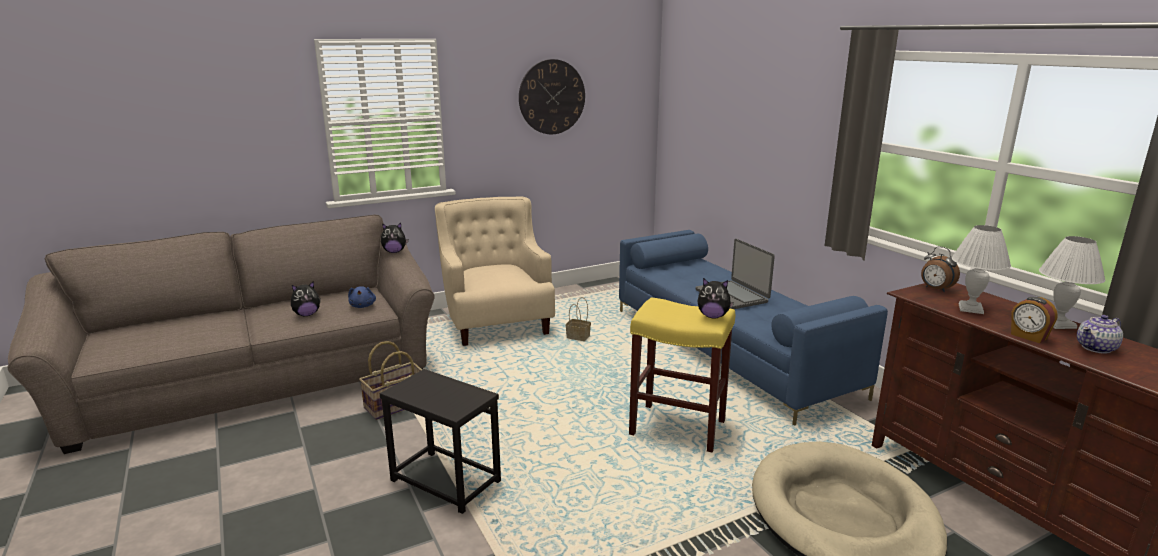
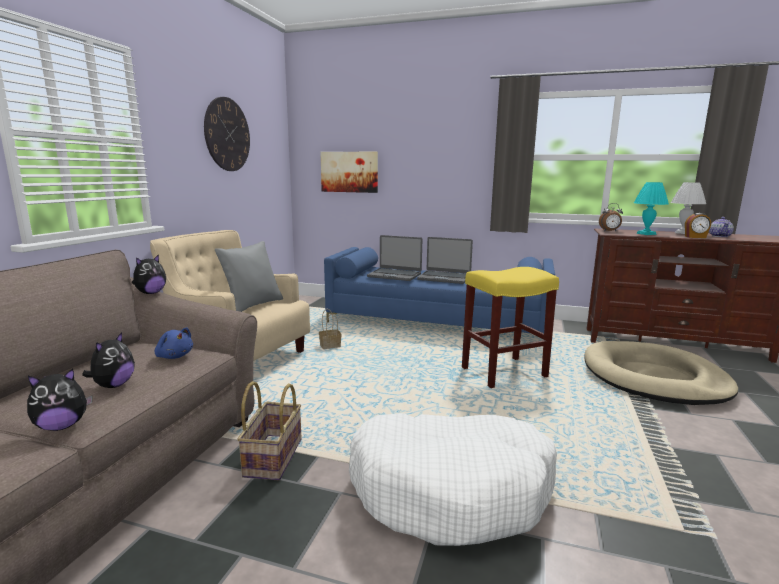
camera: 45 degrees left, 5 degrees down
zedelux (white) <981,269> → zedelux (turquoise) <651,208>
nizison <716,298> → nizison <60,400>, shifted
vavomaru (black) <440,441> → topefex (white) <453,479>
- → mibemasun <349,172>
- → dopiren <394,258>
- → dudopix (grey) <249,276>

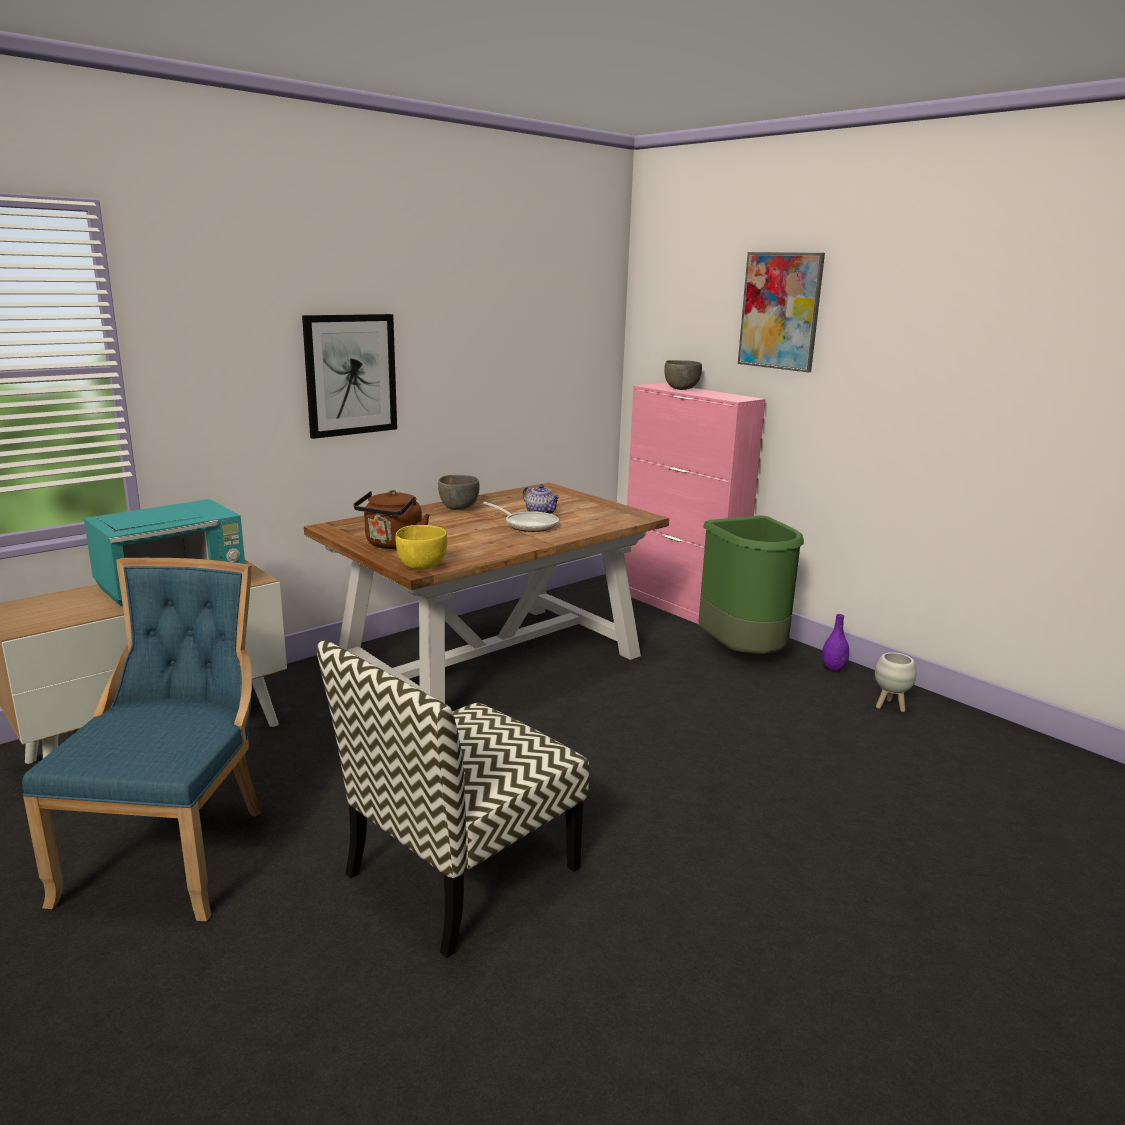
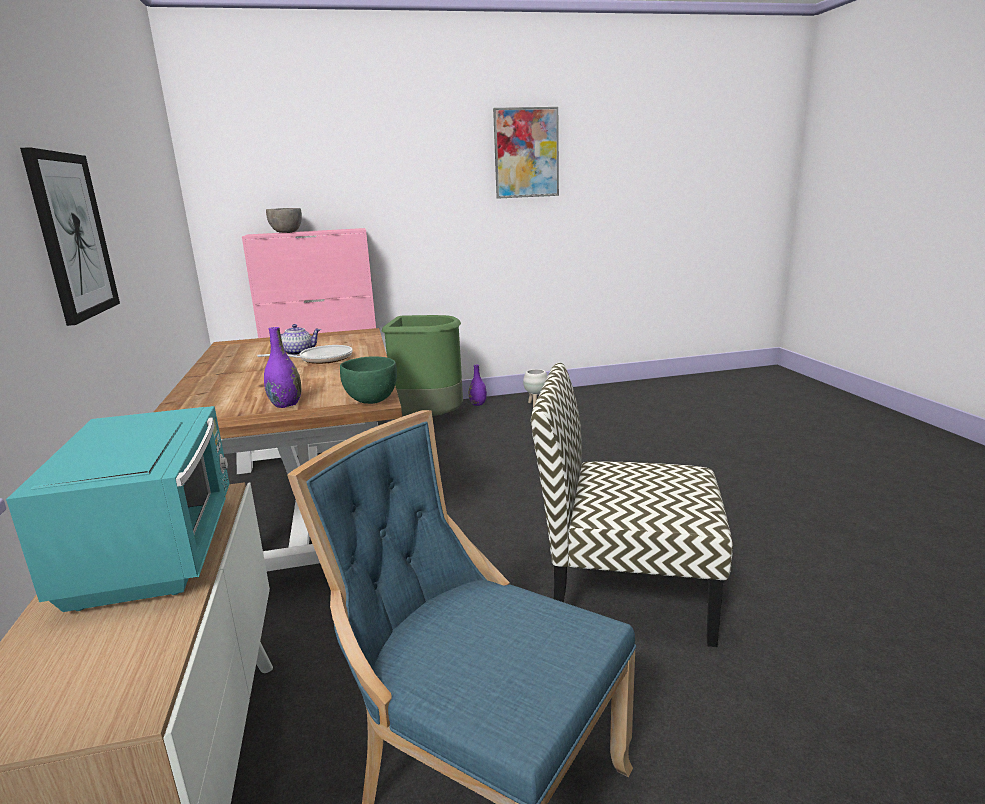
camera: 60 degrees left, 0 degrees up
mibemasun <781,312> → mibemasun <526,153>, shifted
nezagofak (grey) <459,492> → -
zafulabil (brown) <391,519> → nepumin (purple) <282,367>
nezagofak (yellow) <421,547> → nezagofak (green) <368,380>
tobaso <453,799> → tobaso <632,505>, 120 degrees clockwise

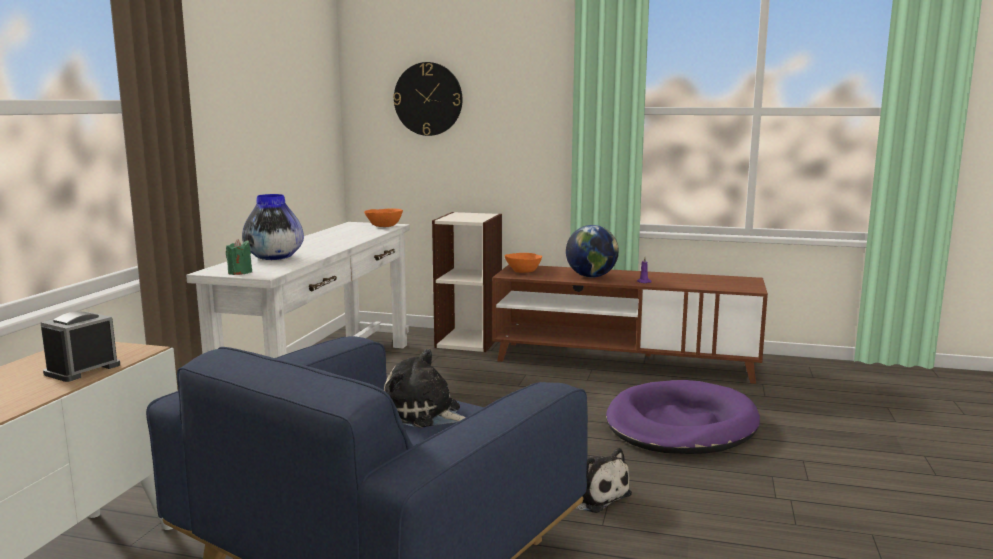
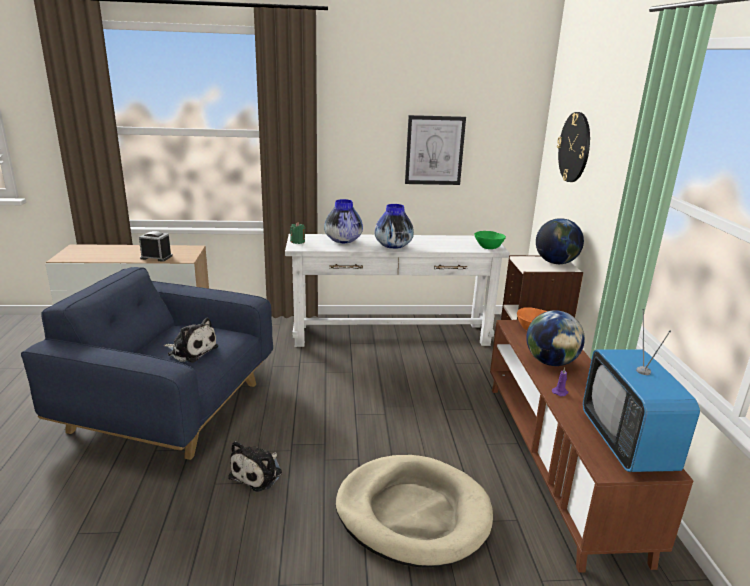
camera: 70 degrees right, 10 degrees up
nezagofak (orange) <383,217> → nezagofak (green) <490,240>
nizison <425,388> → nizison <191,340>, 105 degrees clockwise
topefex (purple) <683,417> → topefex (beige) <414,511>
- → mibemasun <435,150>
- → nepumin <394,226>
- → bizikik <560,241>
- → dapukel <641,390>

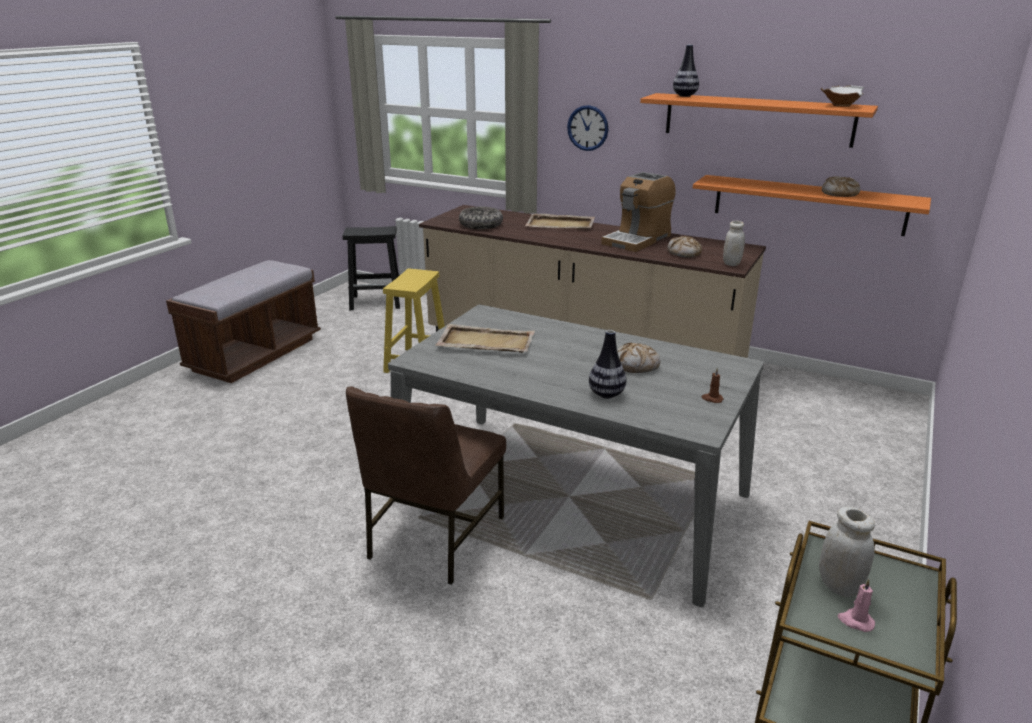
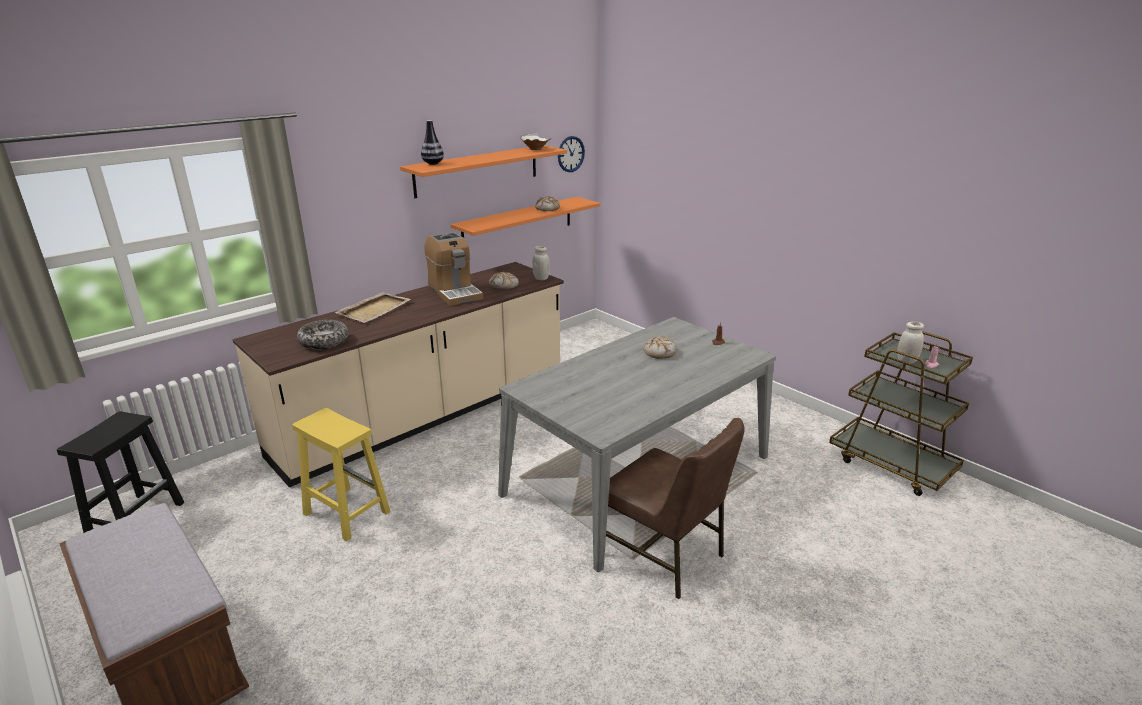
camera: 70 degrees left, 0 degrees up
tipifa <588,128> → tipifa <571,154>, shifted
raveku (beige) <485,338> → -
nepumin <608,364> → -

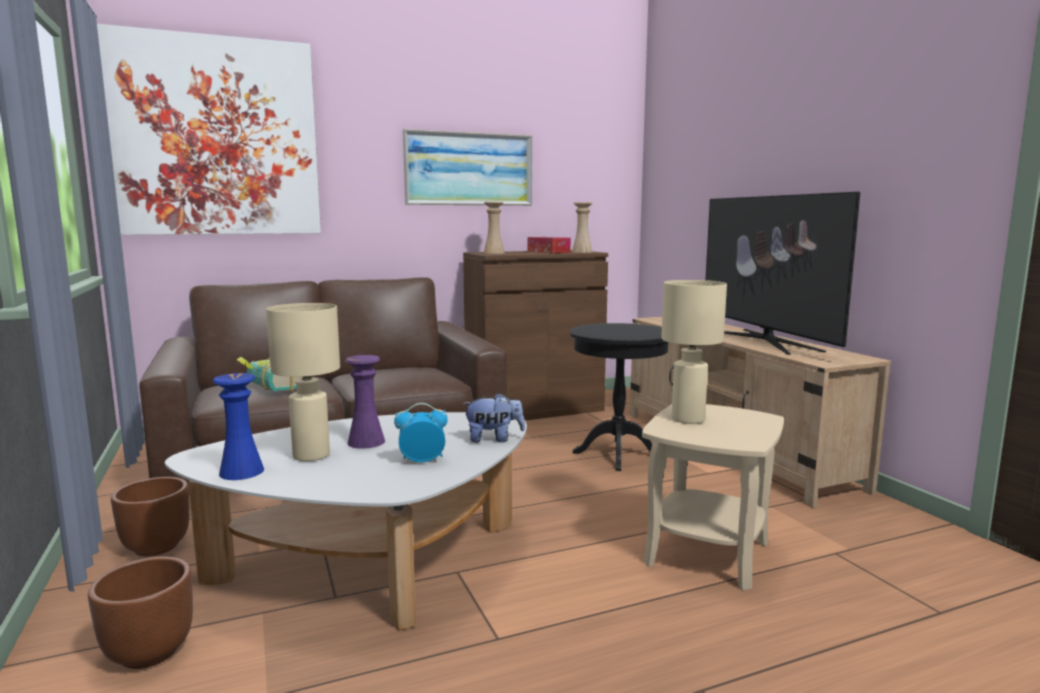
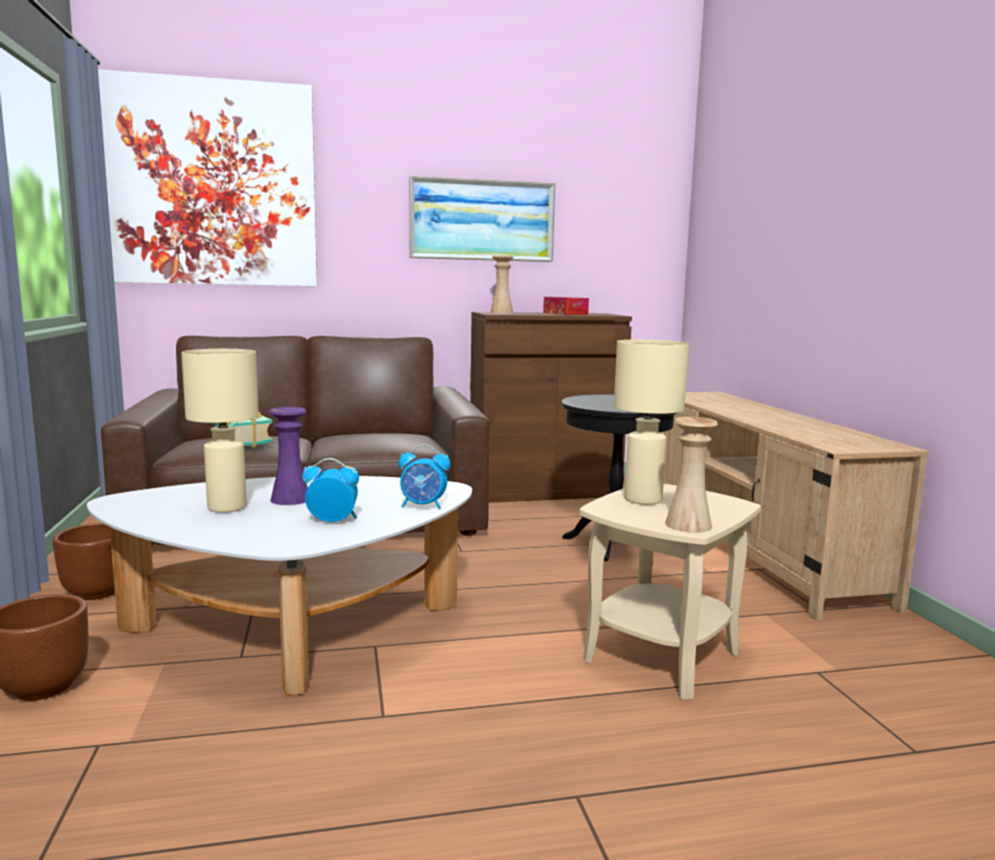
camera: 10 degrees right, 0 degrees up
dapukel <783,273> → -
nepumin (beige) <582,227> → nepumin (beige) <691,475>, shifted
nepumin (blue) <238,426> → -
nizison <493,418> → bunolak <424,476>

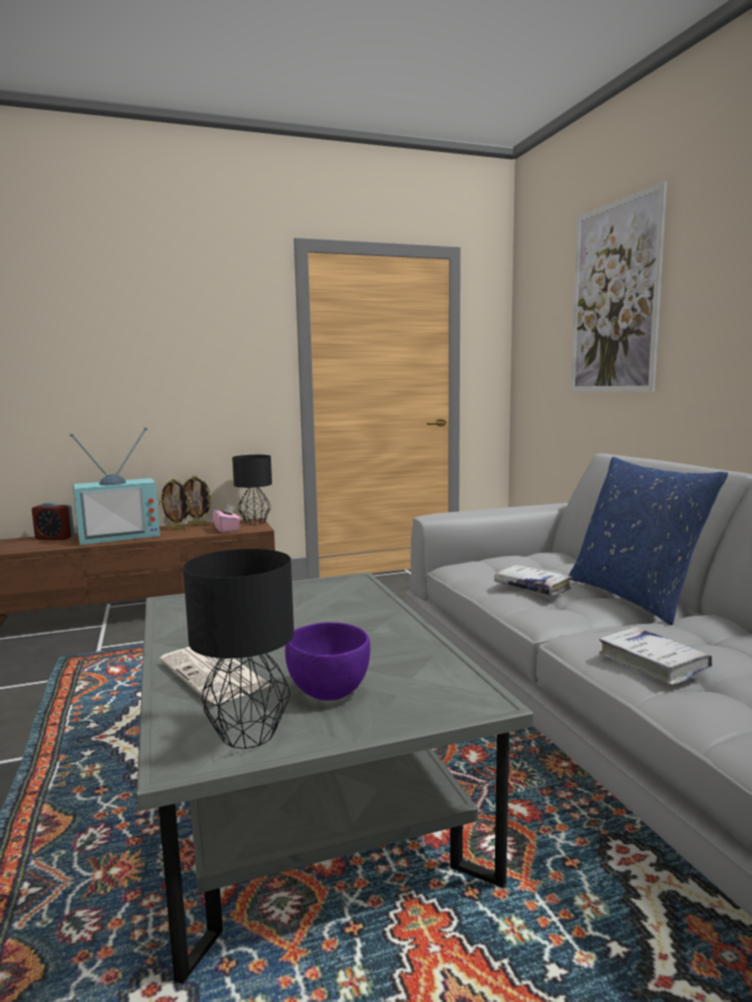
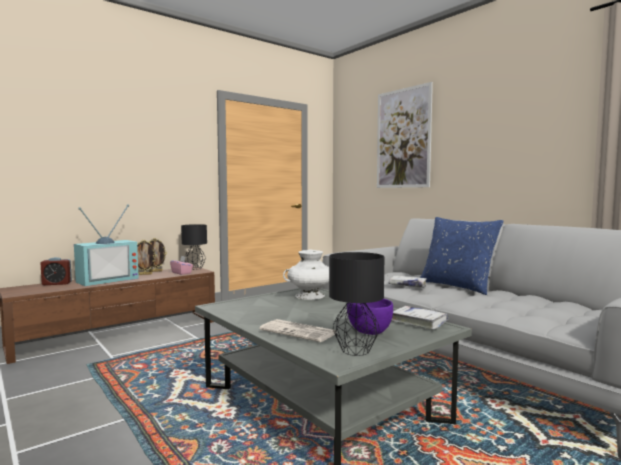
camera: 20 degrees left, 5 degrees down
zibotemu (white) <655,656> → zibotemu (white) <419,318>, shifted
- → nepumin (white) <306,275>

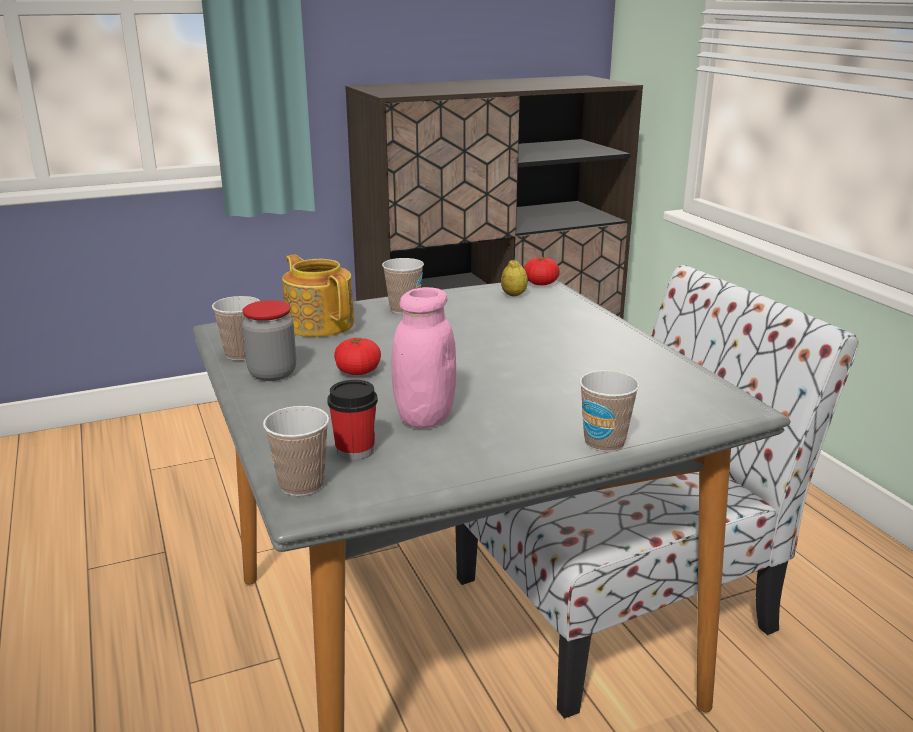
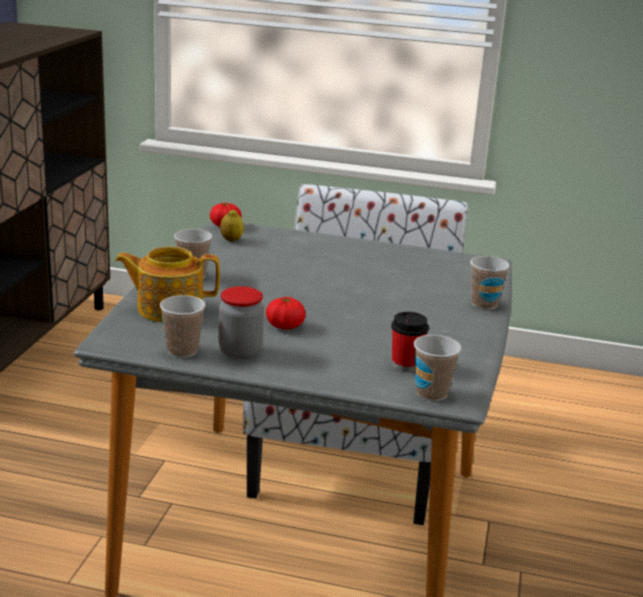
camera: 55 degrees left, 0 degrees up
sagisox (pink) <423,357> → -

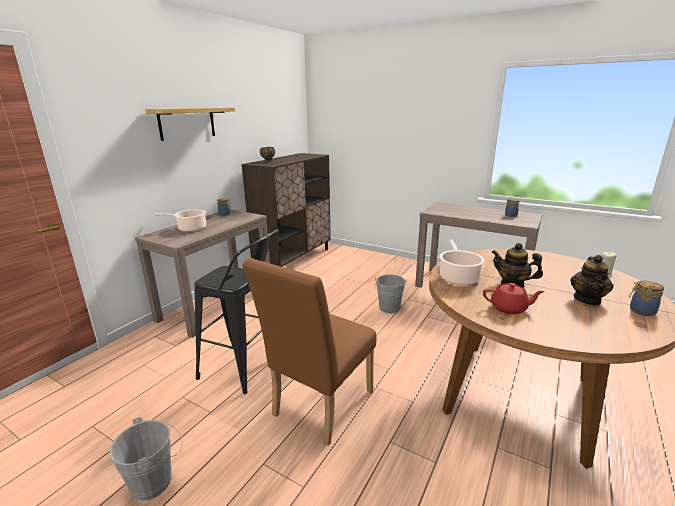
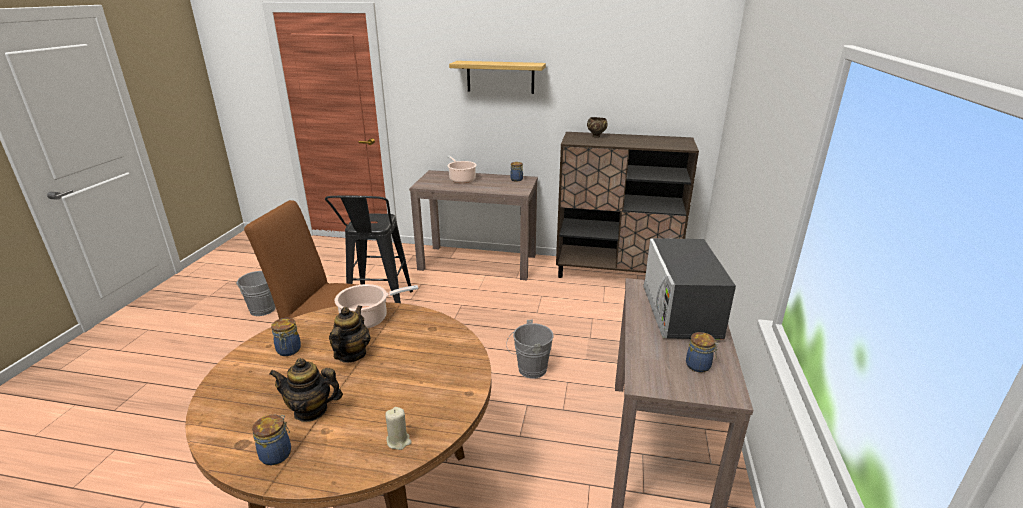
camera: 70 degrees right, 5 degrees up
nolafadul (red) <514,298> → sagisox <286,337>
- → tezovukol <689,289>

